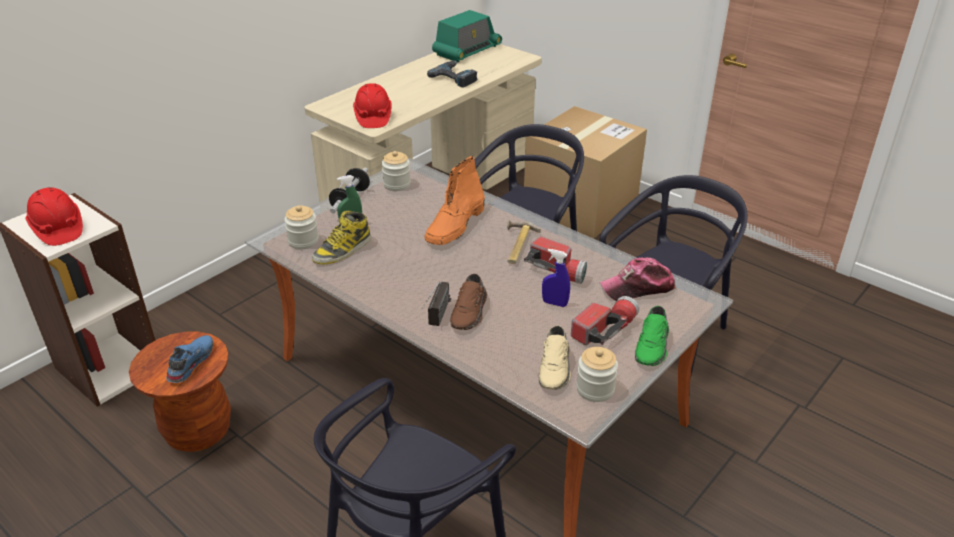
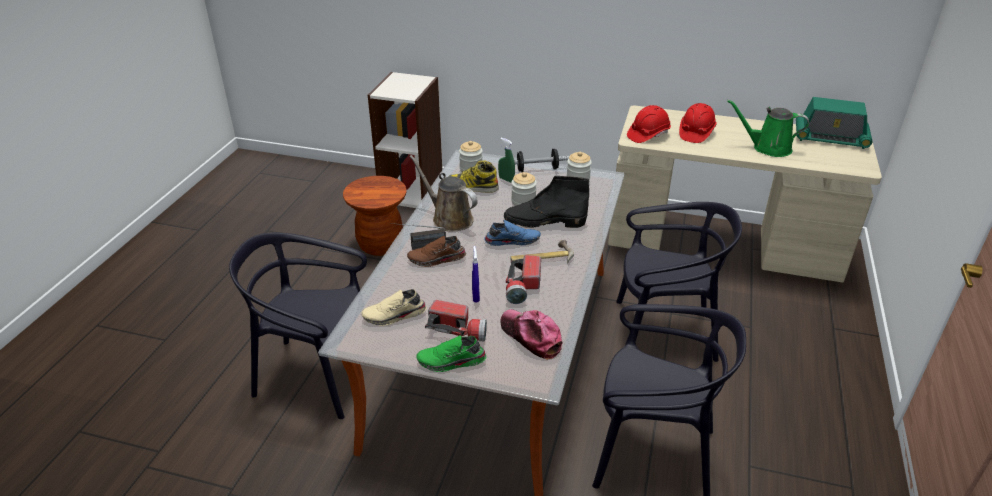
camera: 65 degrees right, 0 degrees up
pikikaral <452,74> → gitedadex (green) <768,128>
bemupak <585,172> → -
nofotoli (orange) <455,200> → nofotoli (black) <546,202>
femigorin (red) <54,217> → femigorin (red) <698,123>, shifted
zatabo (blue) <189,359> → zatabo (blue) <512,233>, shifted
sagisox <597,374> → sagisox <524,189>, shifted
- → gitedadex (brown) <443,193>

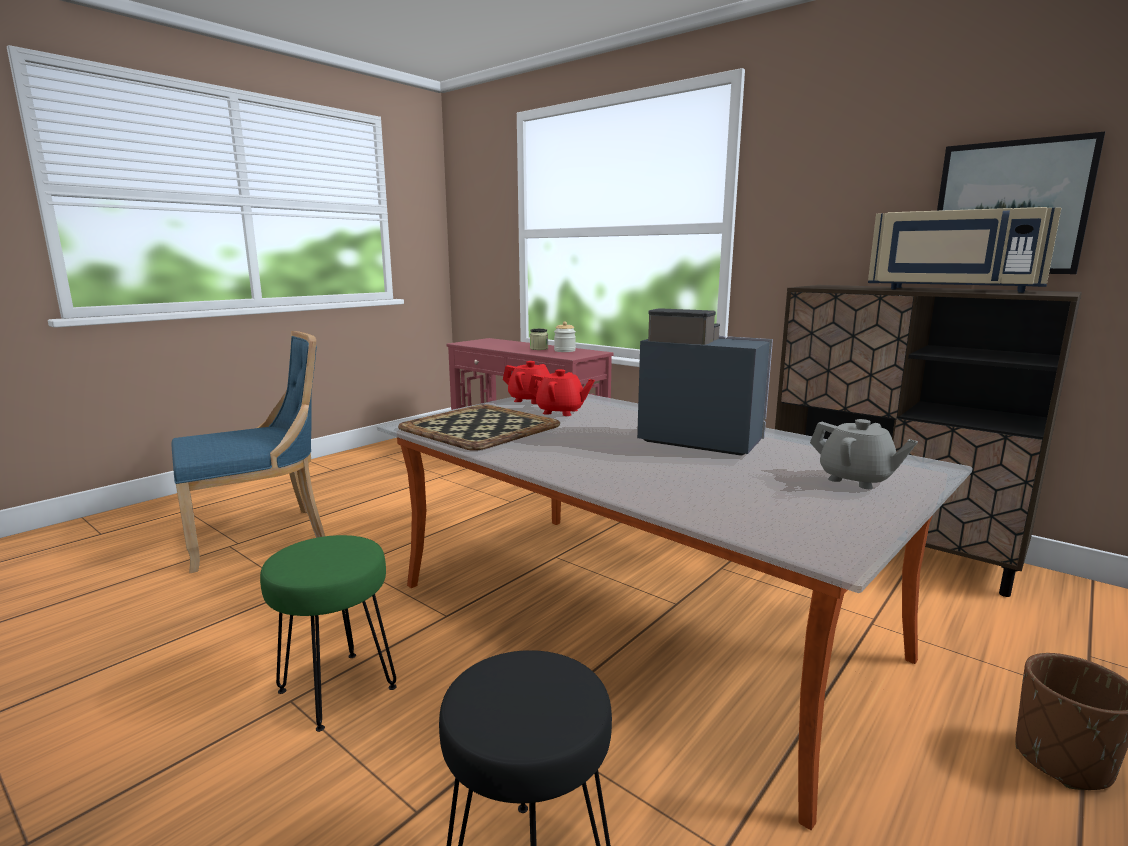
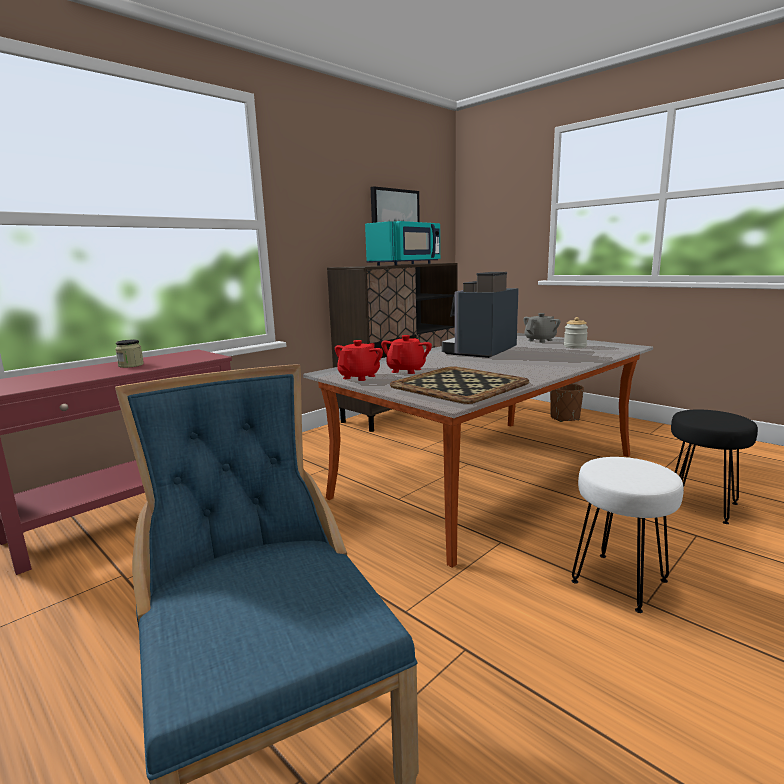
camera: 85 degrees left, 0 degrees up
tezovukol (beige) <964,250> → tezovukol (turquoise) <402,243>
sagisox <565,336> → sagisox <576,332>, shifted
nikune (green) <328,633> → nikune (white) <628,535>

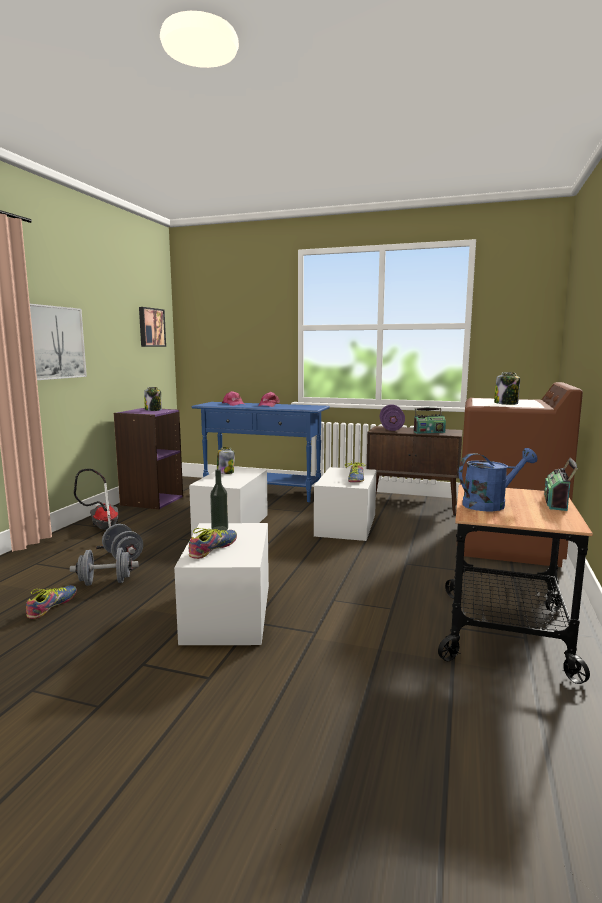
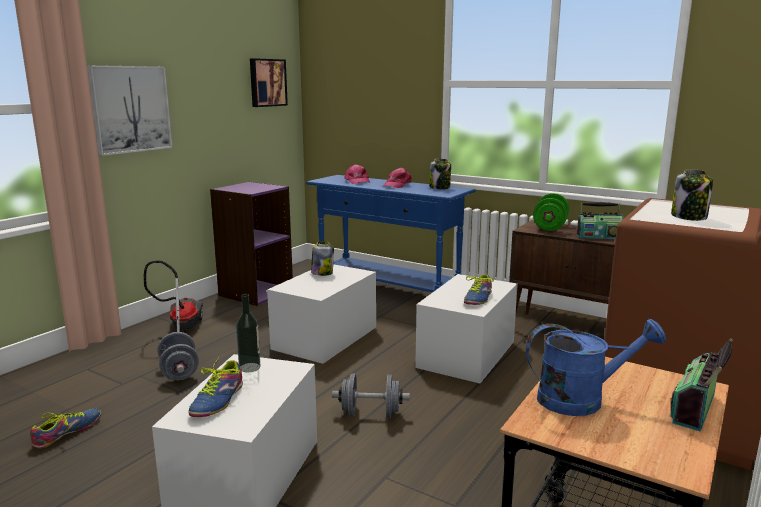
camera: 15 degrees right, 5 degrees up
sagisox <153,399> → sagisox <440,174>, shifted
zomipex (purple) <392,417> → zomipex (green) <551,212>
zatabo <213,543> → zatabo <215,387>, 150 degrees clockwise
zomipex (grey) <104,567> → zomipex (grey) <371,396>, shifted

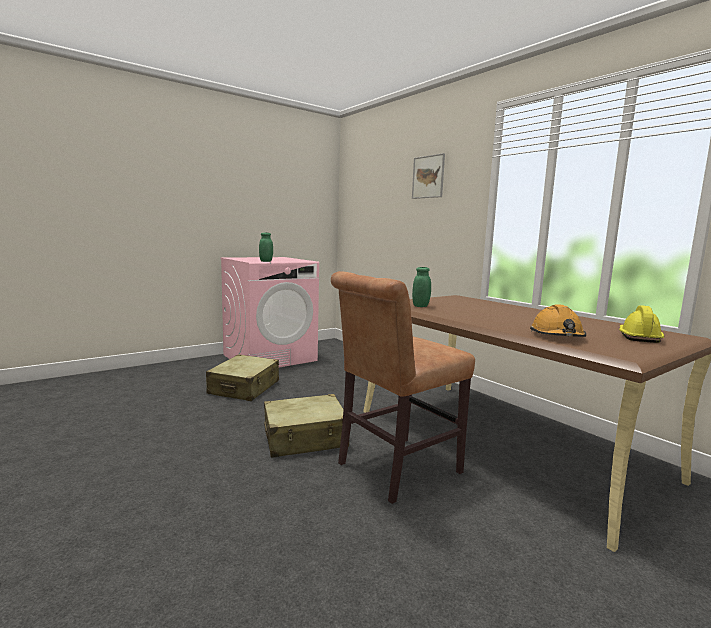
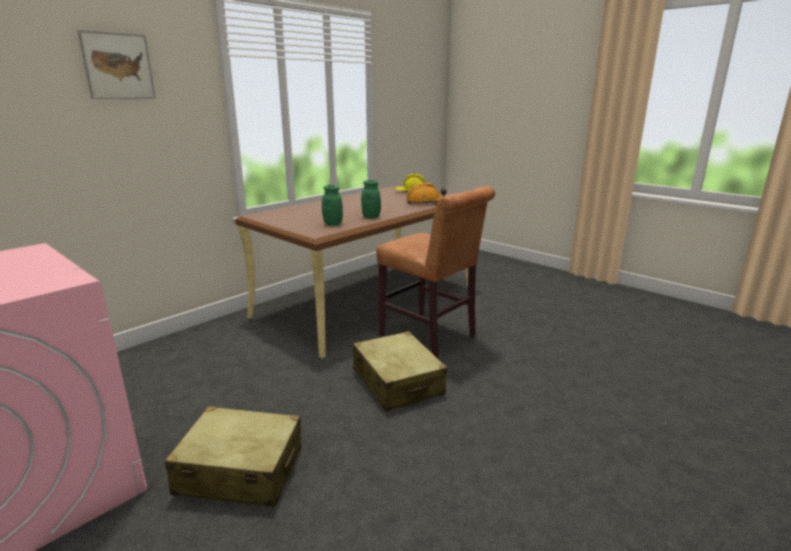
camera: 100 degrees left, 10 degrees up
sagisox (green) <266,247> → sagisox (green) <371,199>, shifted

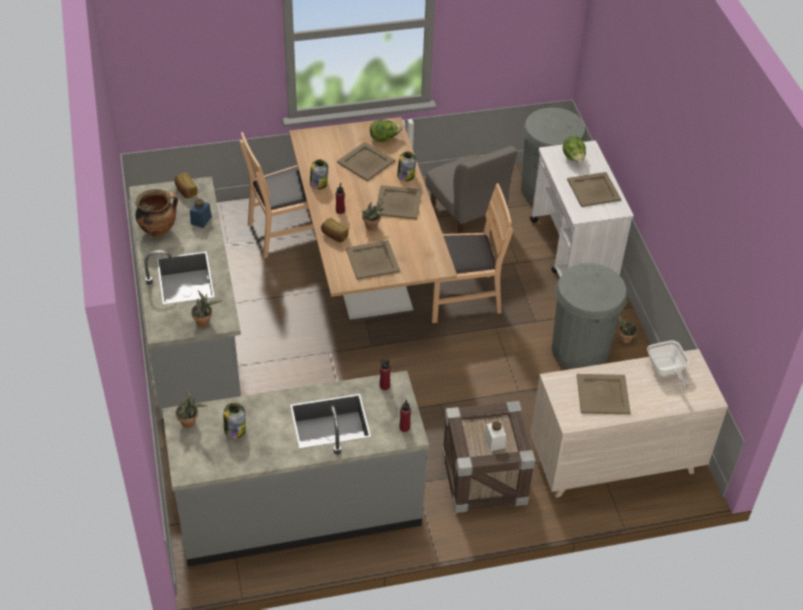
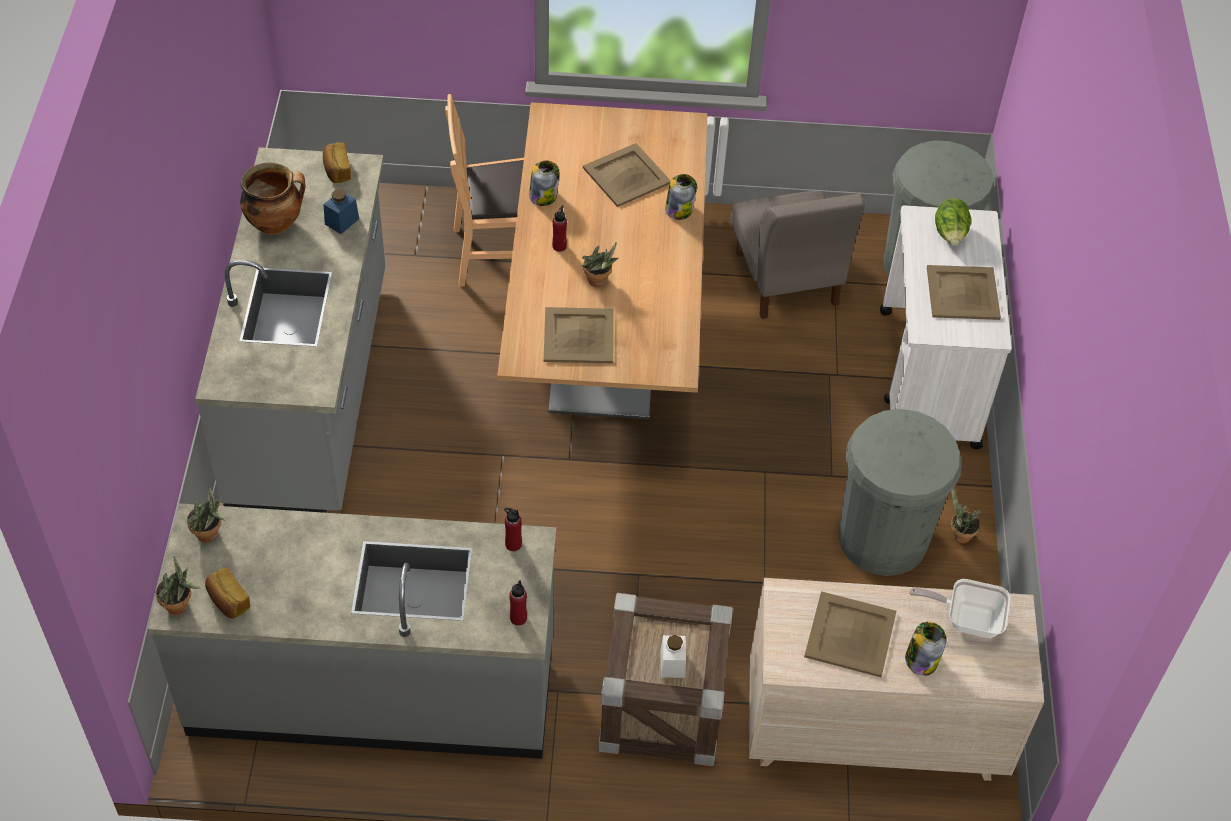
camera: 15 degrees right, 5 degrees up
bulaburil <386,130> → -
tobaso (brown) <472,253> → -
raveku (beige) <399,202> → -
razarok <335,230> → razarok <227,593>, shifted
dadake <207,308> → dadake <178,585>, shifted
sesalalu <668,365> → sesalalu <959,608>, 105 degrees clockwise
sagisox <235,421> → sagisox <926,649>, shifted

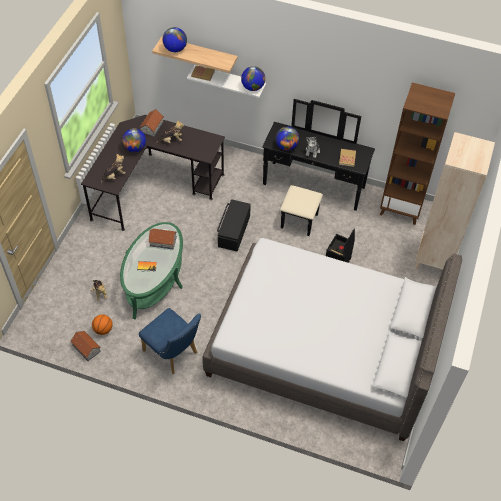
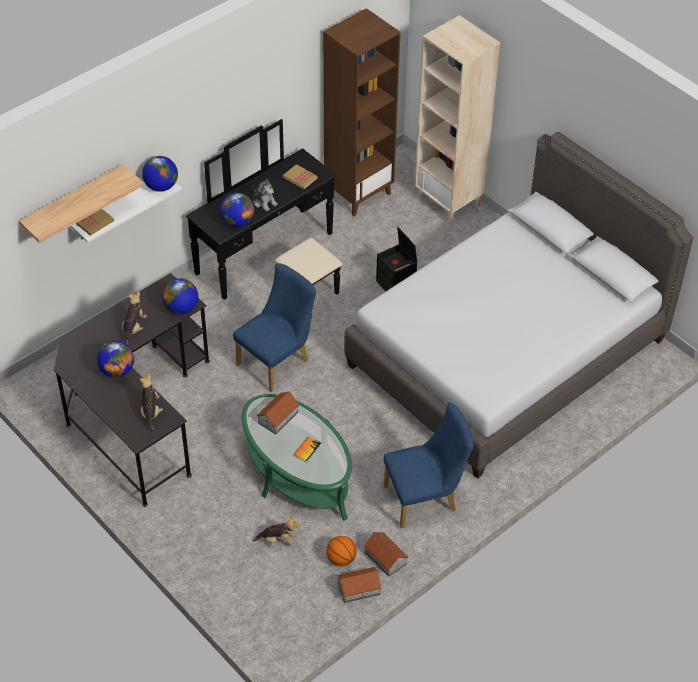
camera: 60 degrees left, 5 degrees down
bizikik <175,39> → bizikik <180,296>, shifted
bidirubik <151,123> → bidirubik <386,554>, shifted
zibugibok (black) <234,225> → tobaso (blue) <274,327>

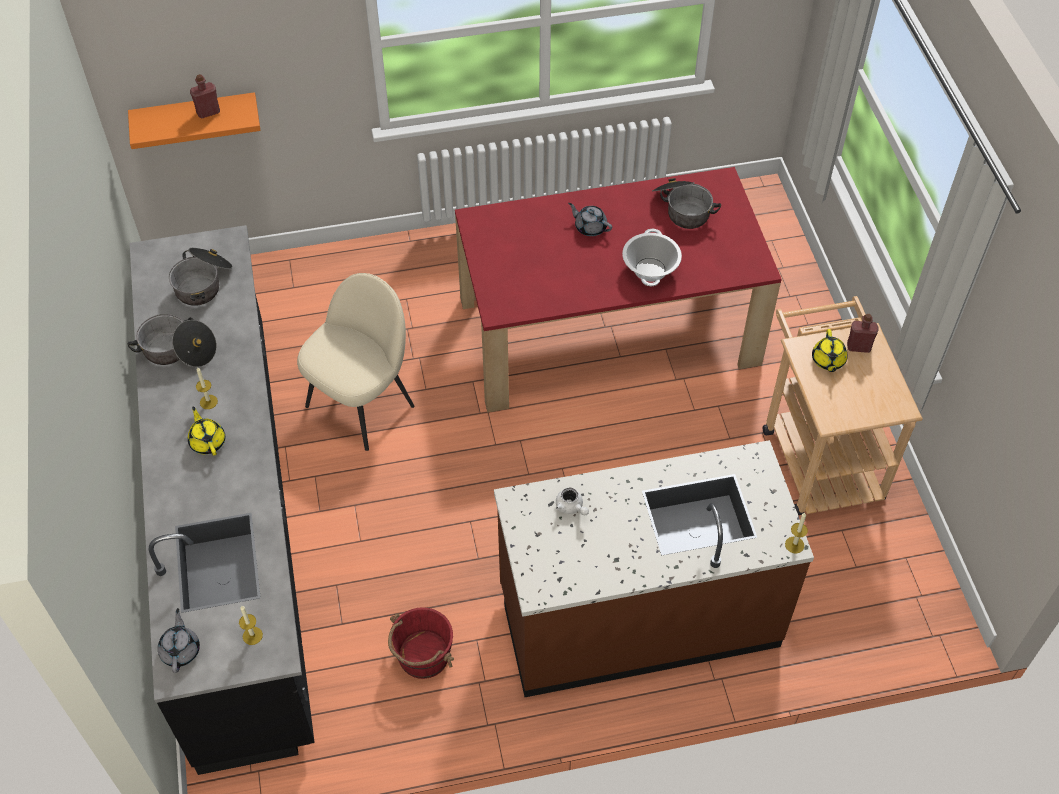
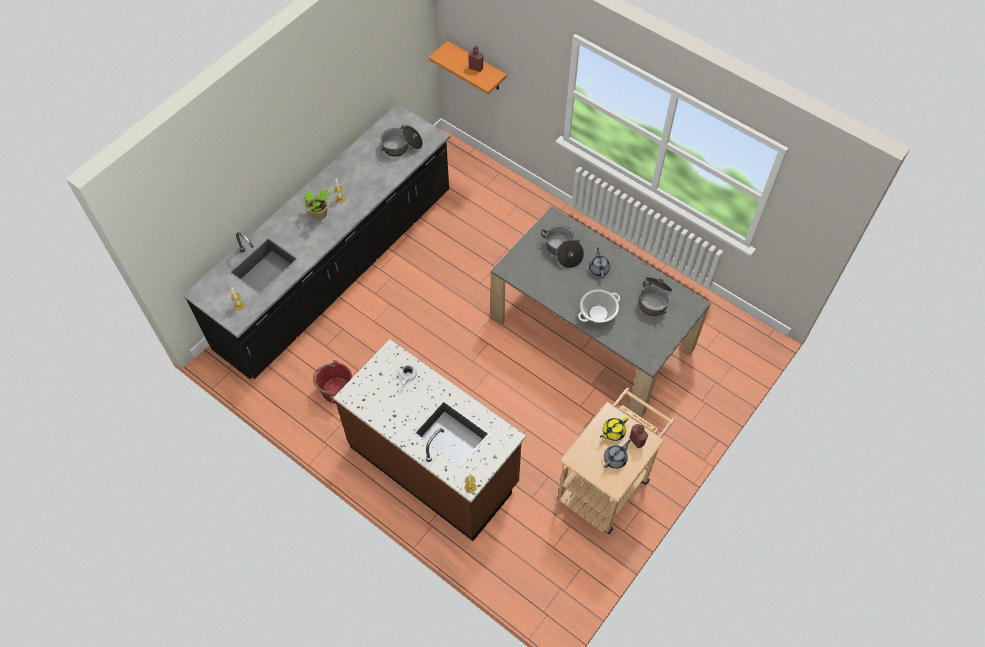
camera: 50 degrees right, 5 degrees up
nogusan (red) <618,289> → nogusan (grey) <601,312>
tobaso (beige) <356,362> → -
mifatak <172,340> → mifatak <562,246>, shifted
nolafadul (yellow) <206,431> → dadake <317,204>
nolafadul (grey) <179,640> → nolafadul (grey) <617,454>, shifted

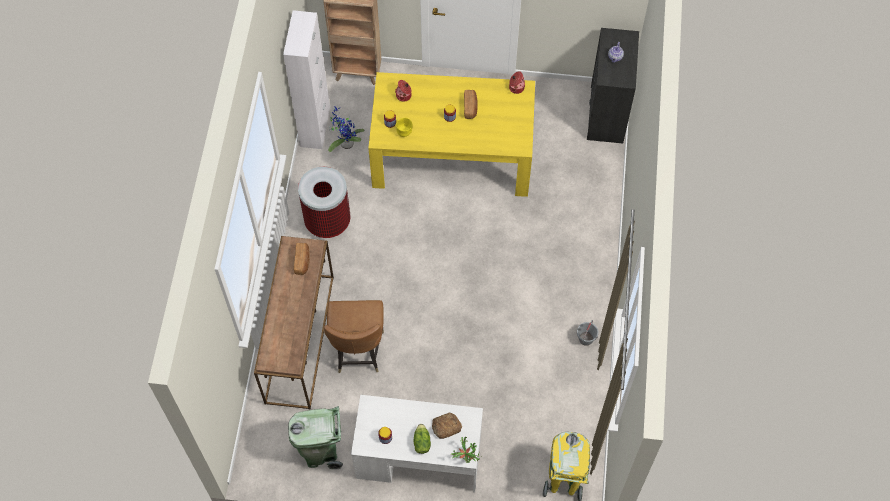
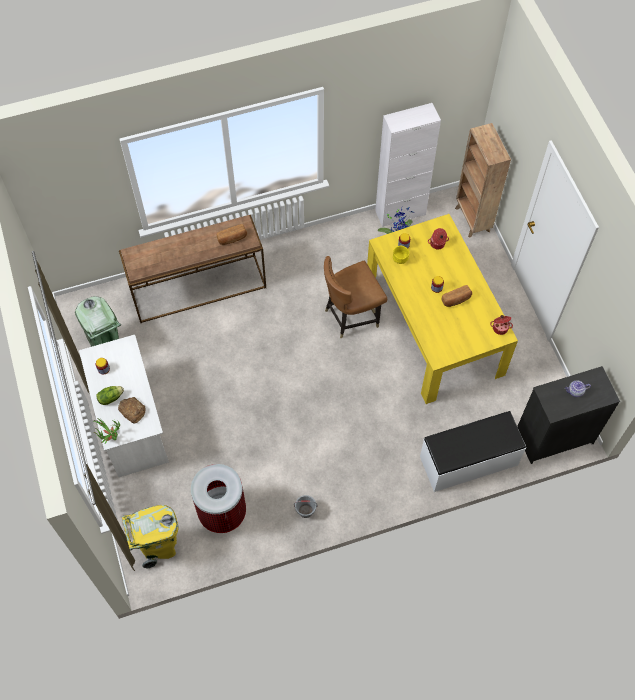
camera: 65 degrees right, 0 degrees up
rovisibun <324,202> → rovisibun <218,498>, shifted
tobaso (brown) <354,336> → tobaso (brown) <355,297>, shifted
- → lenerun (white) <473,451>

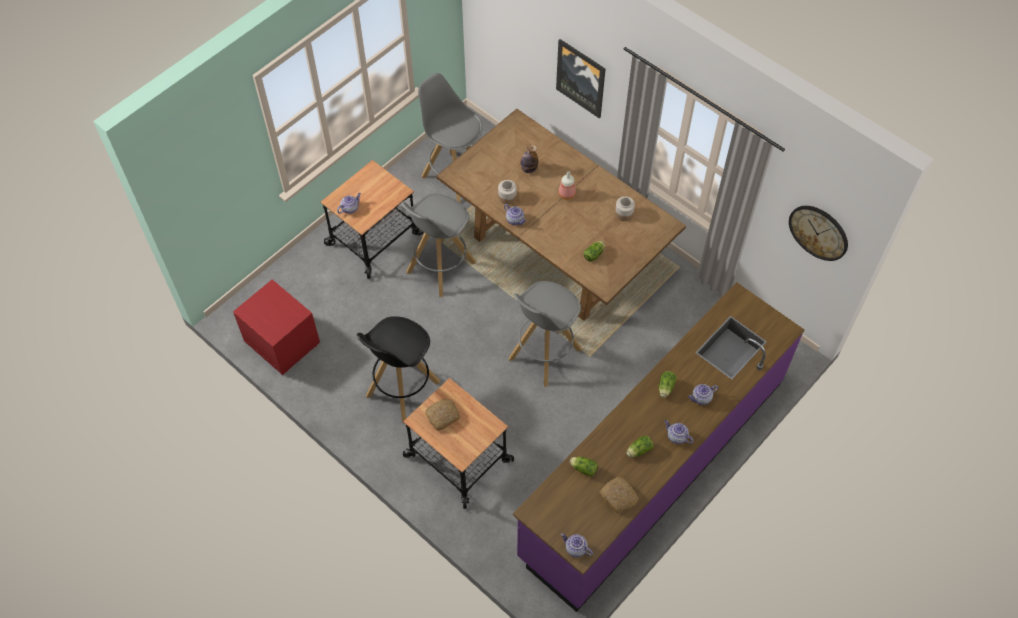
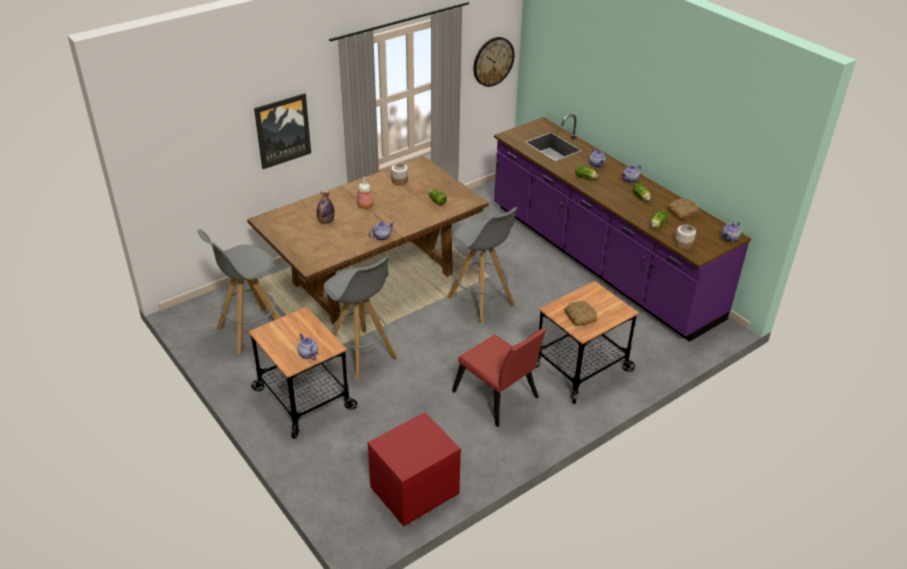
camera: 80 degrees left, 20 degrees down
sagisox <507,192> → sagisox <685,237>, shifted
nikune (black) <398,369> → tobaso (red) <499,378>

